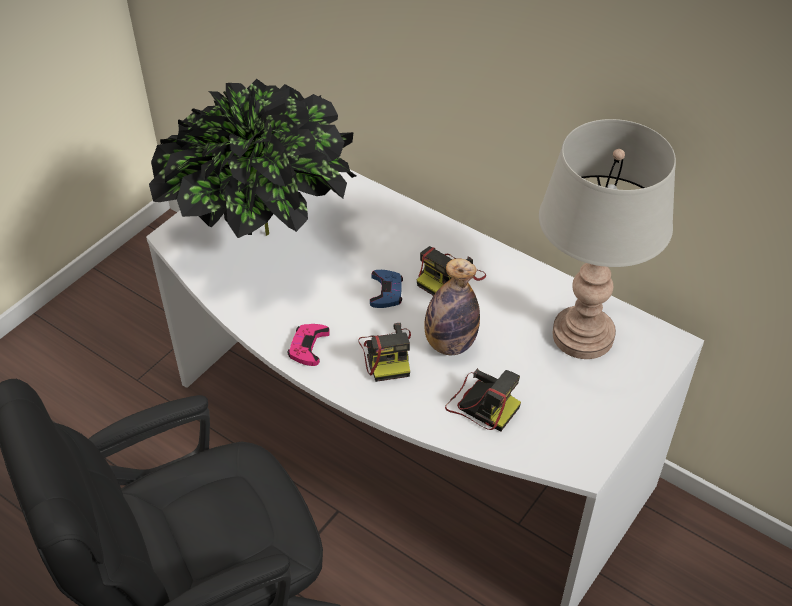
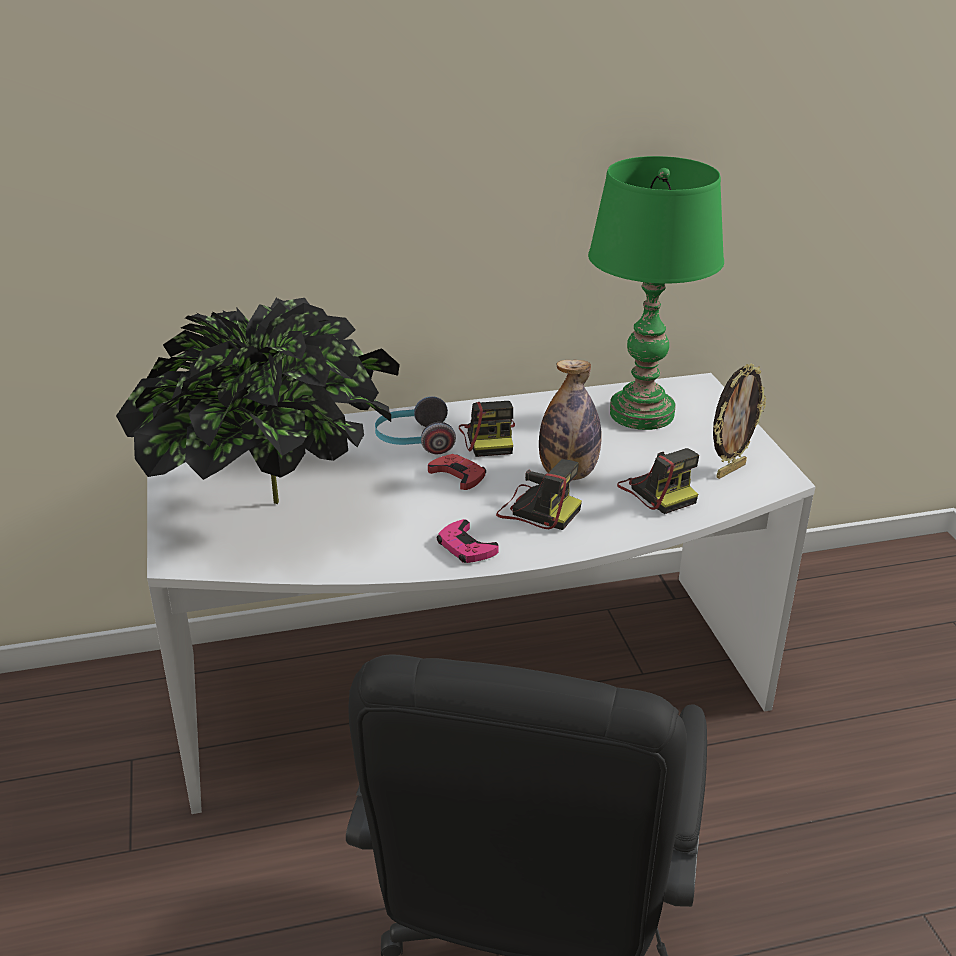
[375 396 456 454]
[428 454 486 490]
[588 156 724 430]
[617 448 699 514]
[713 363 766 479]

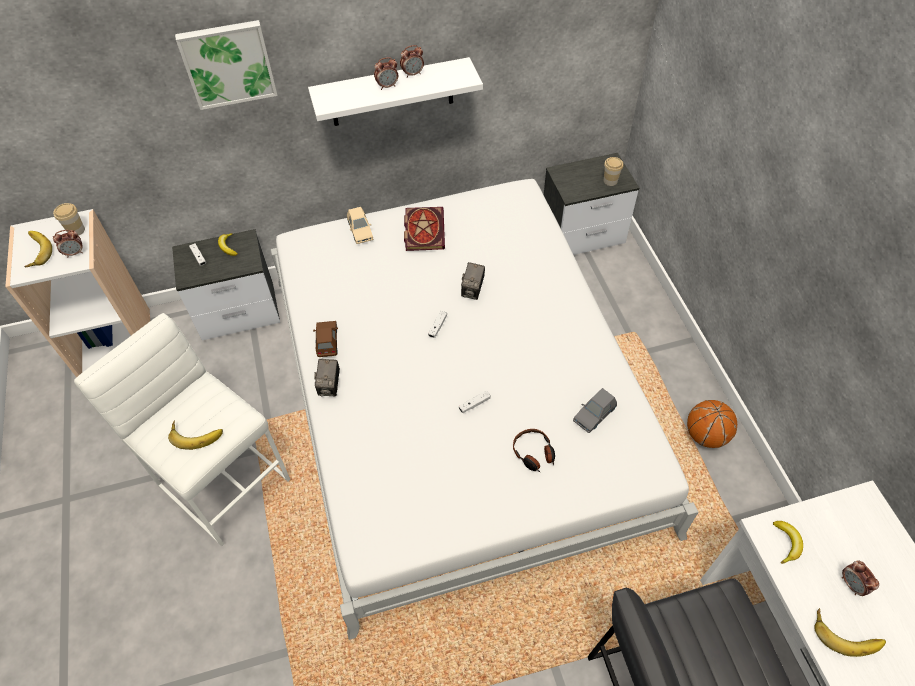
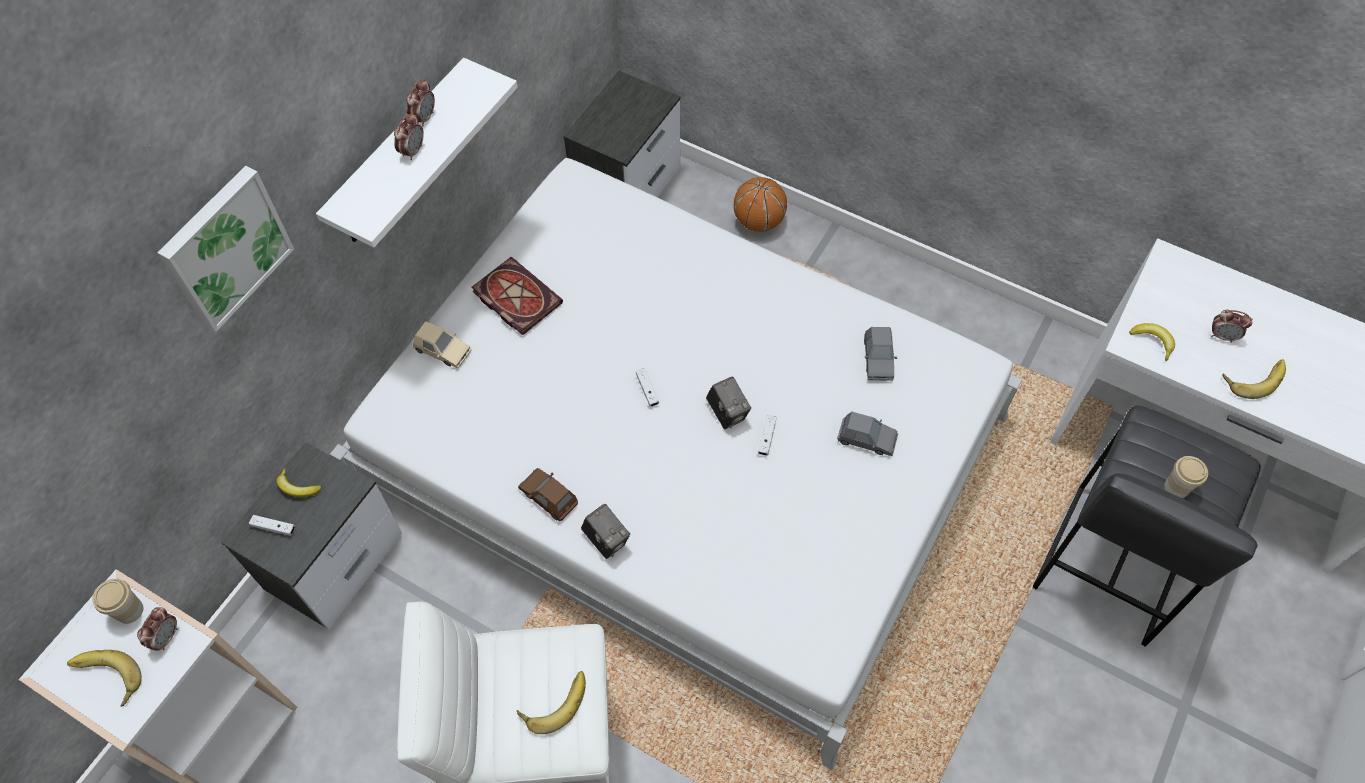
[706 376 751 429]
[734 177 787 232]
[837 412 898 456]
[1164 456 1208 498]

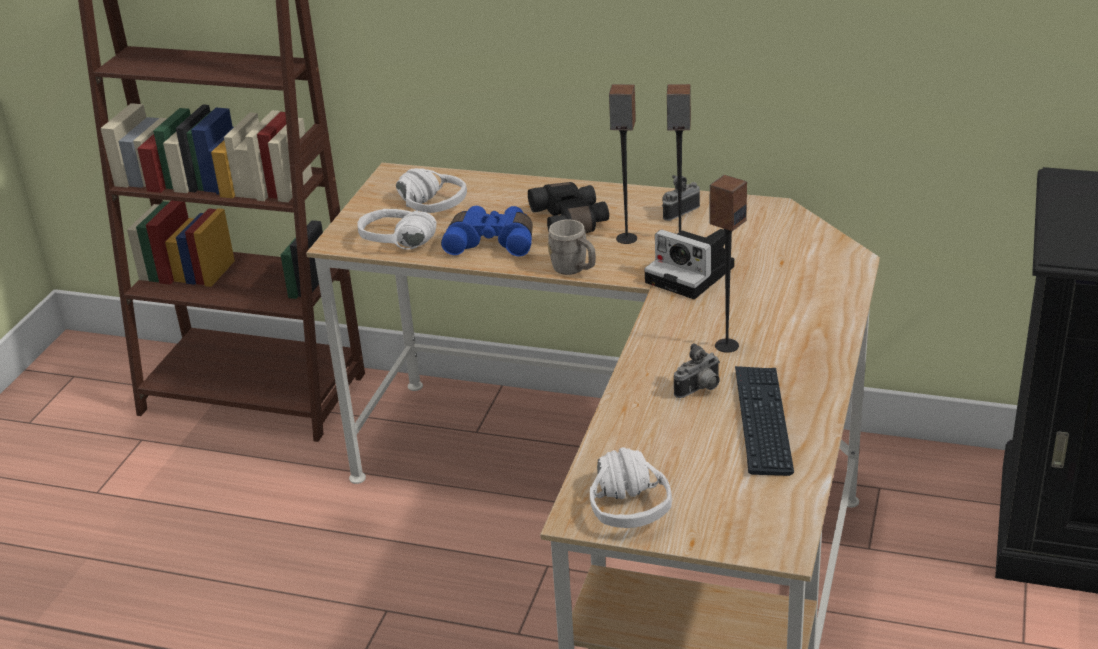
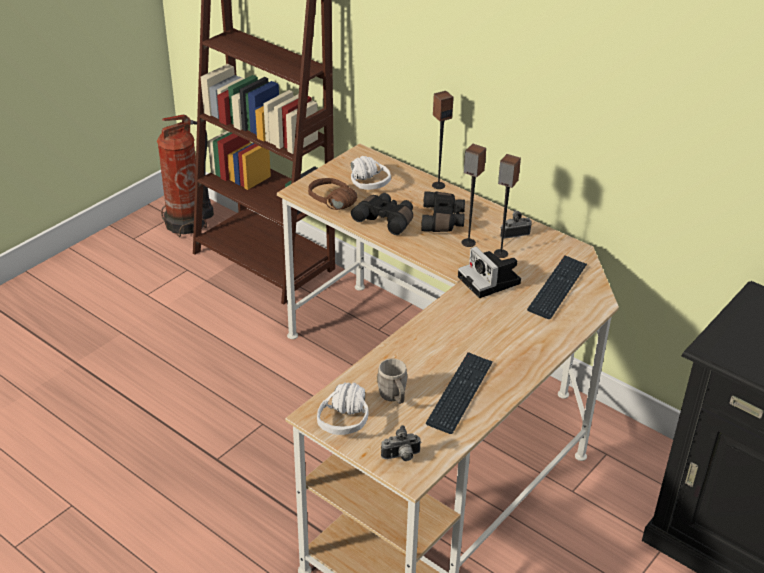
[157 115 214 237]
[308 178 357 210]
[351 193 413 235]
[377 358 407 404]
[381 425 422 461]
[432 91 454 189]
[527 255 587 319]

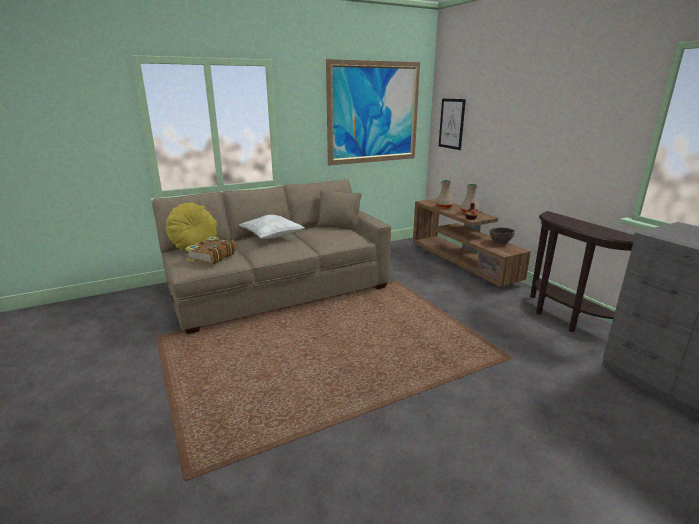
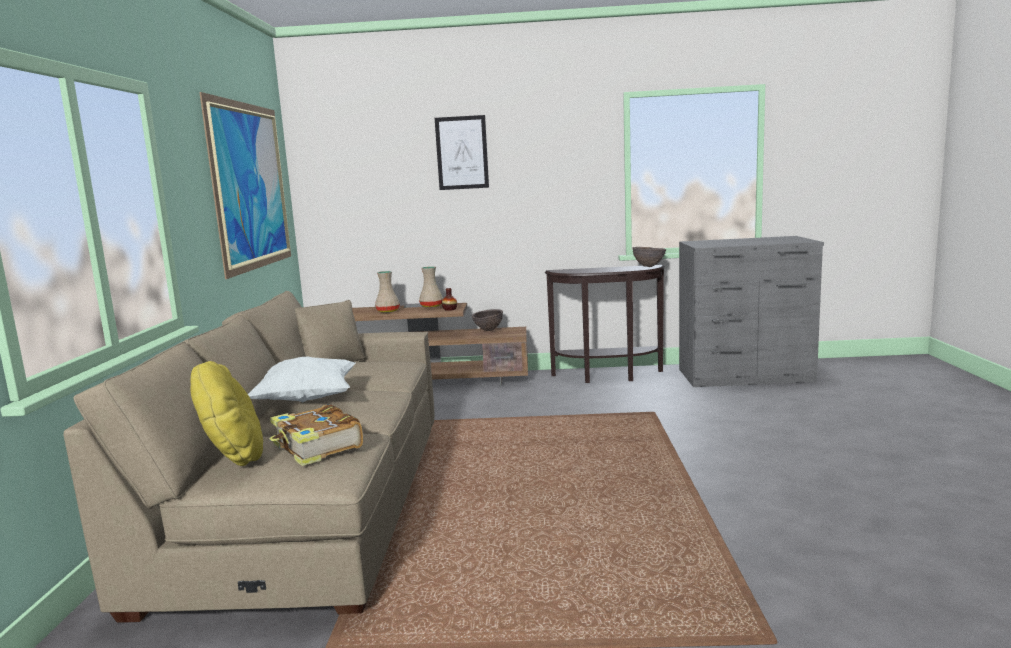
[435 115 489 190]
[633 247 666 267]

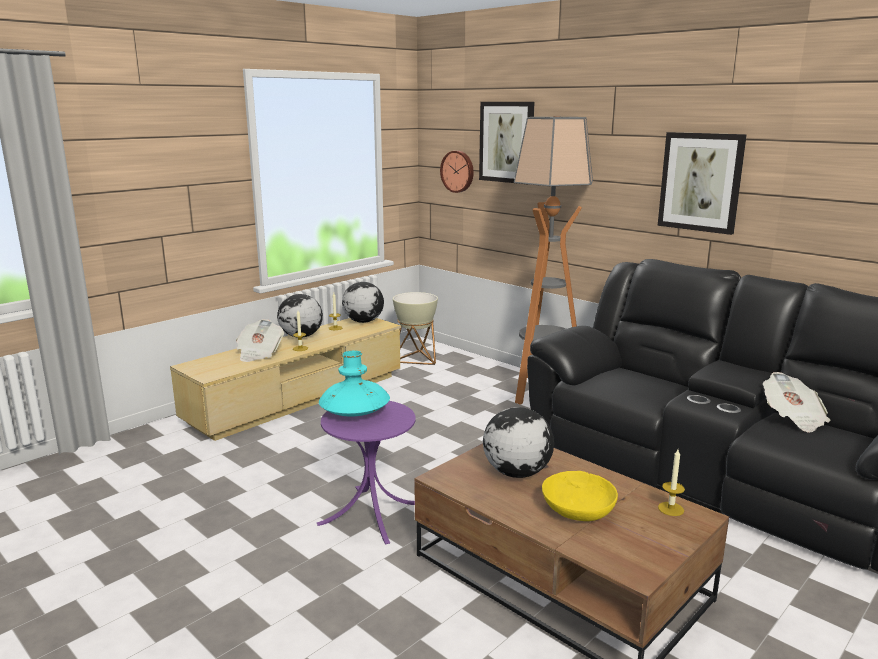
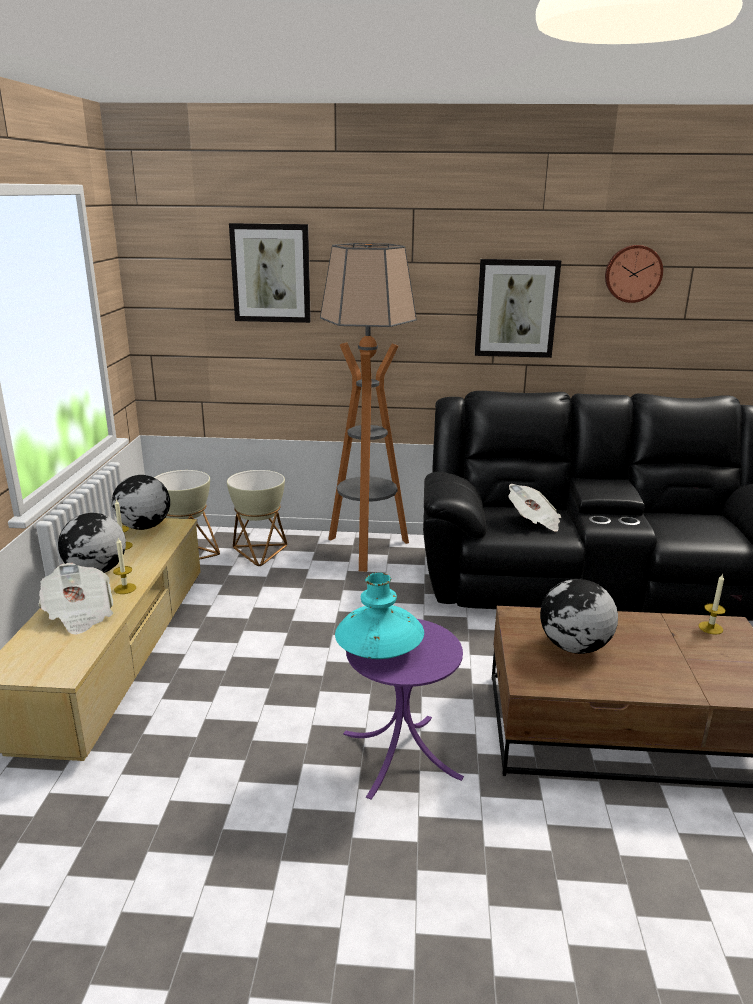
[227 470 287 566]
[508 484 561 532]
[605 245 663 303]
[542 471 618 521] (first image)

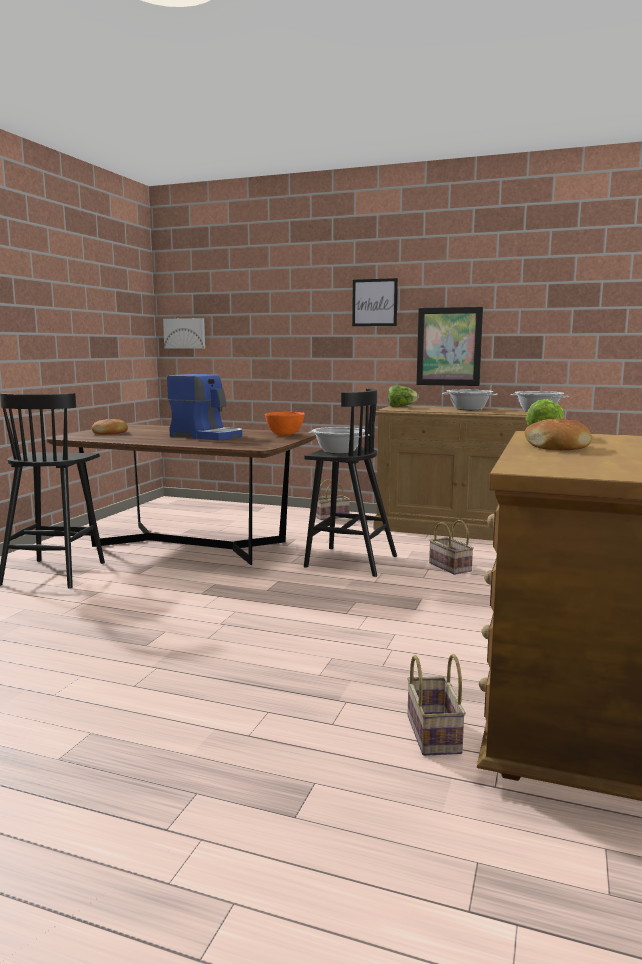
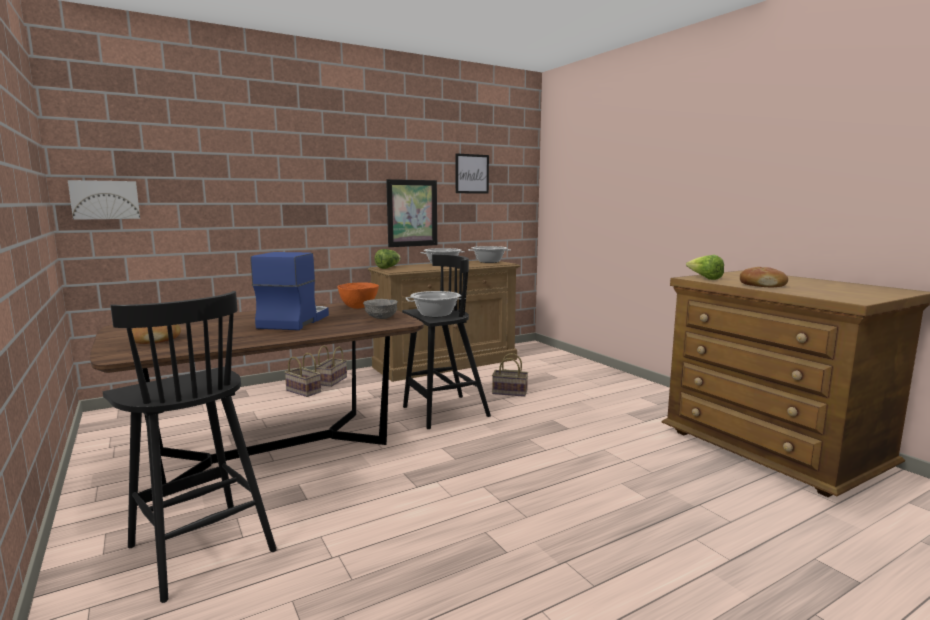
[250 252 329 330]
[284 353 321 397]
[363 299 398 319]
[456 153 489 194]

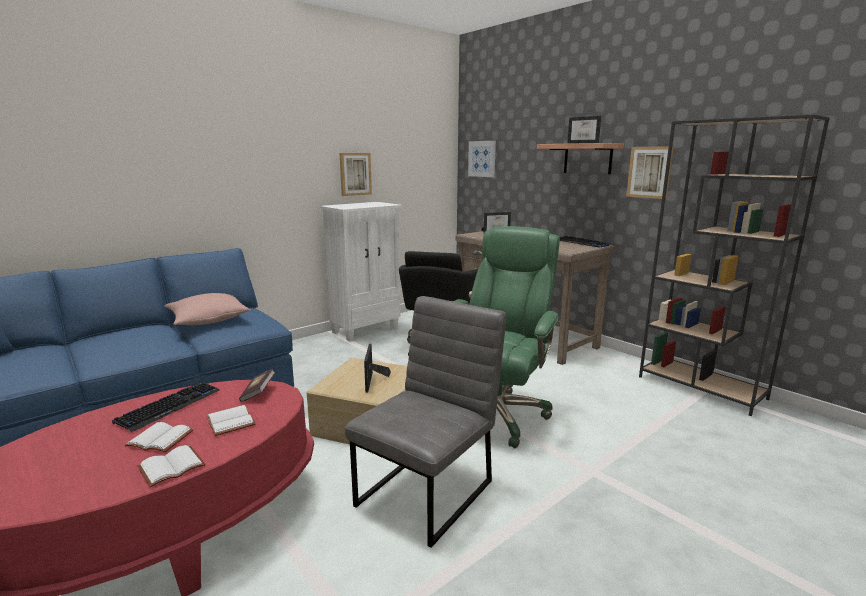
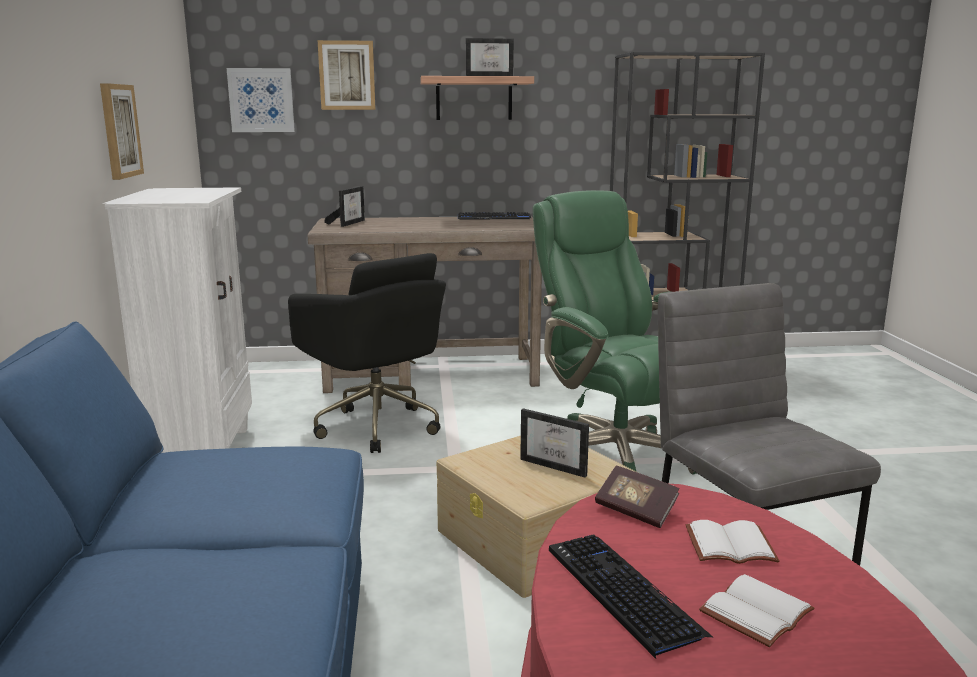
[318 40 376 110]
[137 445 205 487] (first image)
[164 293 251 325] (first image)

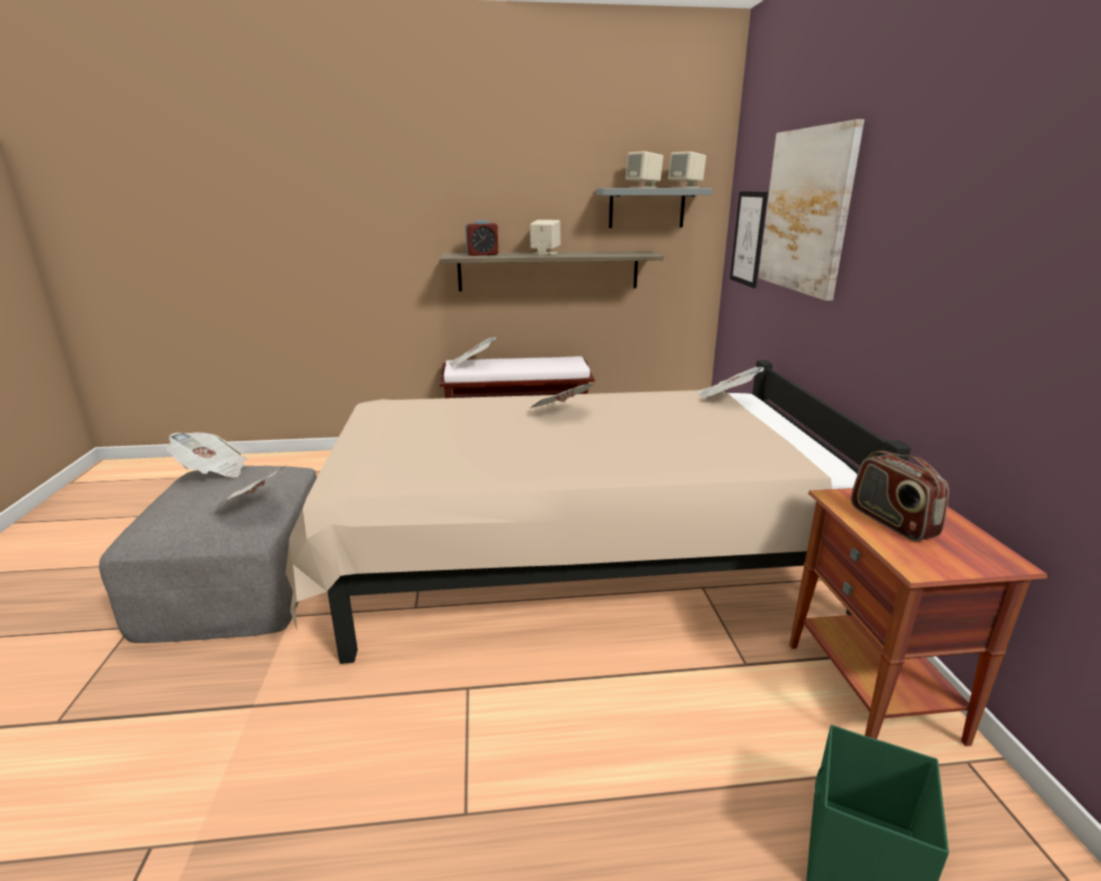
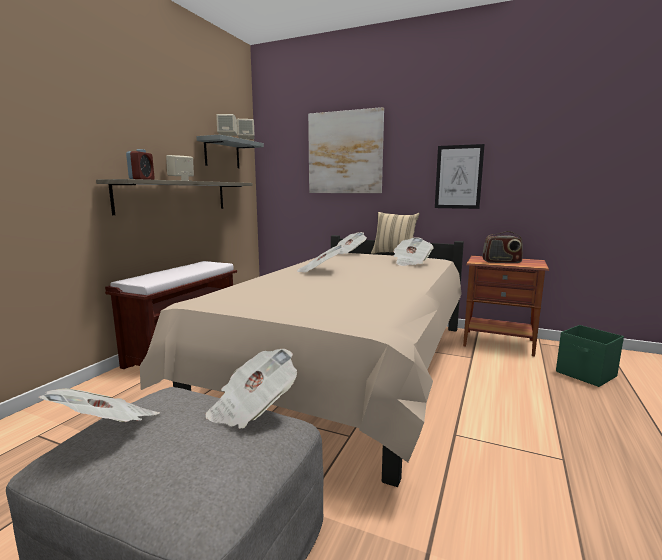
[371 212 420 254]
[393 237 433 266]
[435 144 485 209]

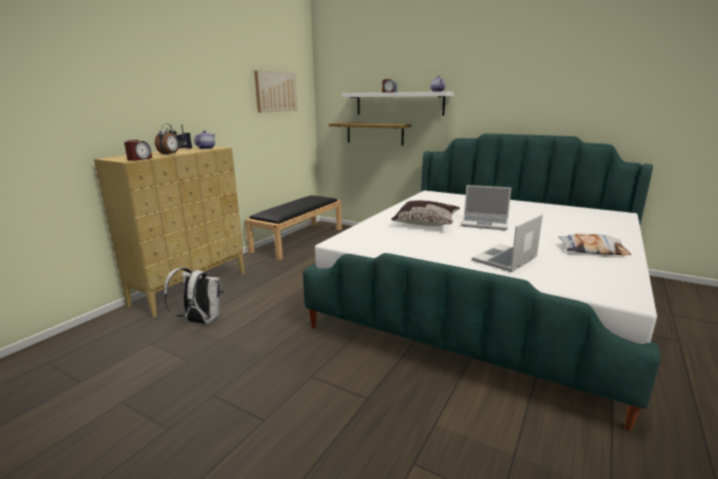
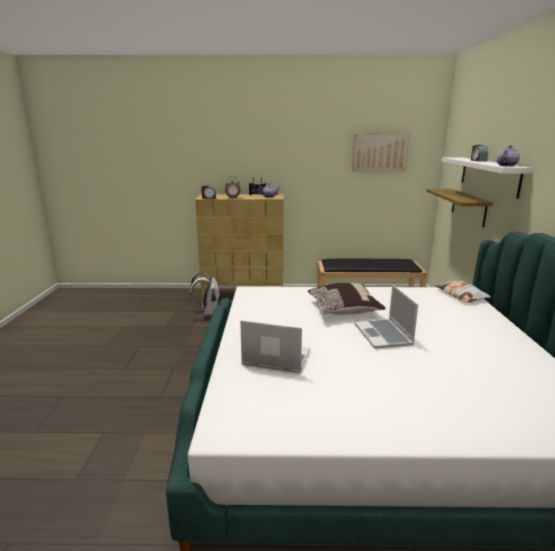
[436 280 491 303]

